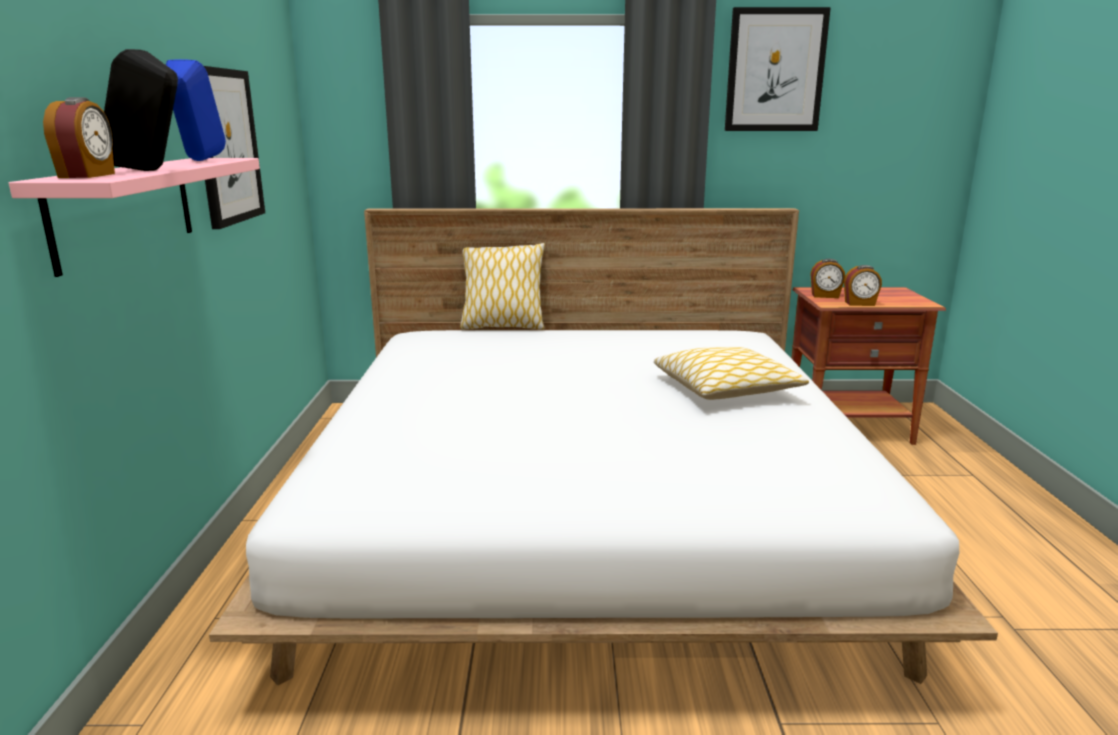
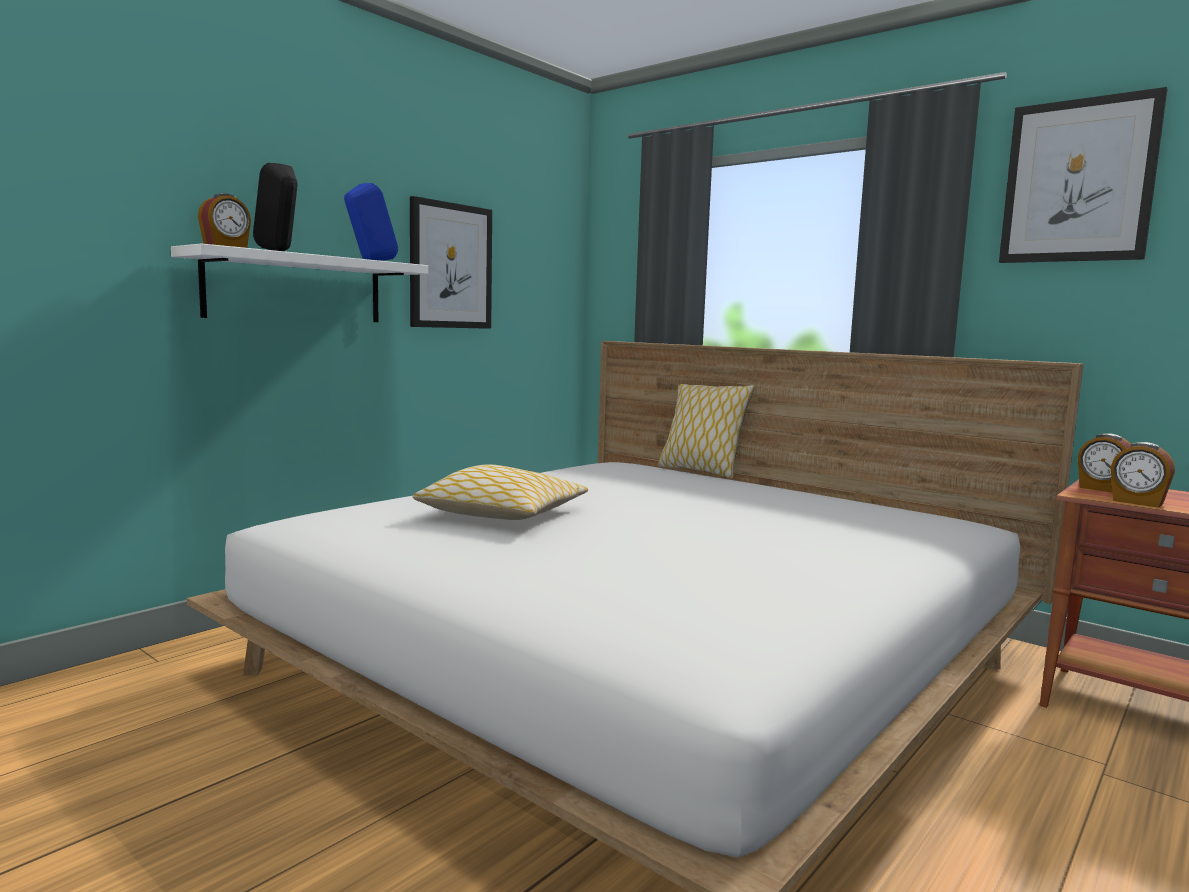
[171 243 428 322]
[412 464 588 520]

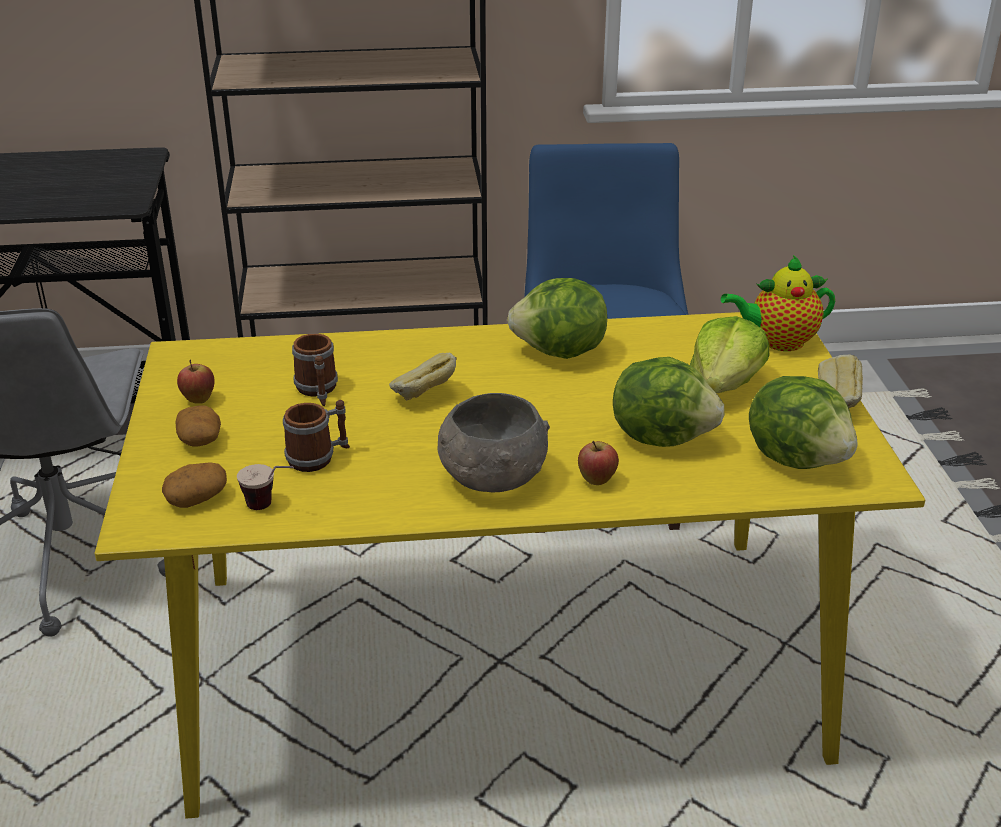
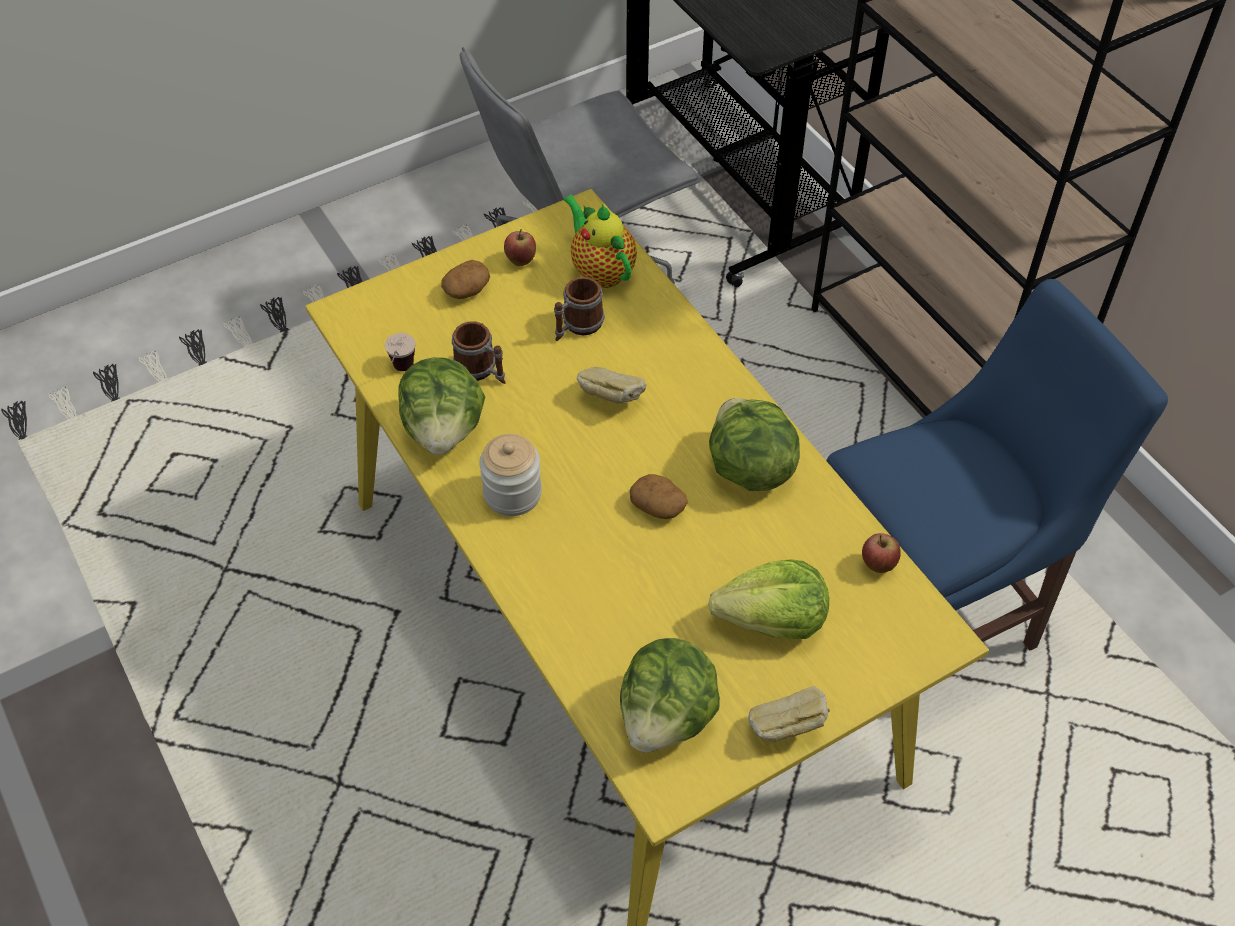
[399 357 485 454]
[479 434 542 516]
[563 194 637 288]
[630 474 688 519]
[862 533 901 573]

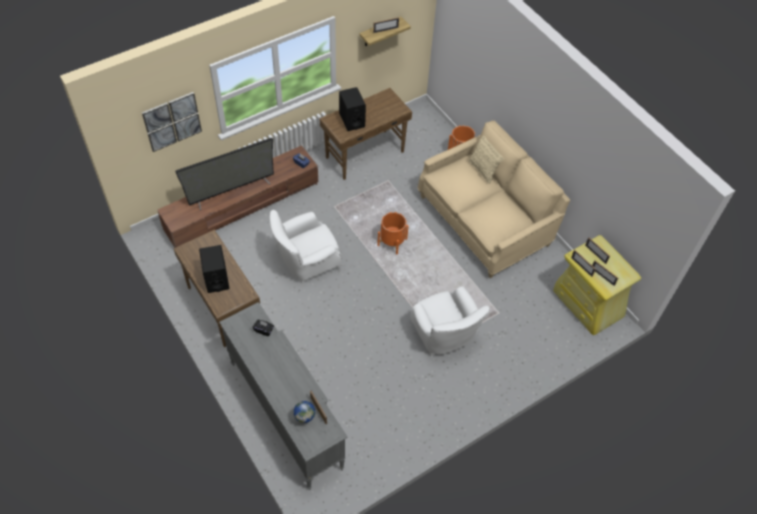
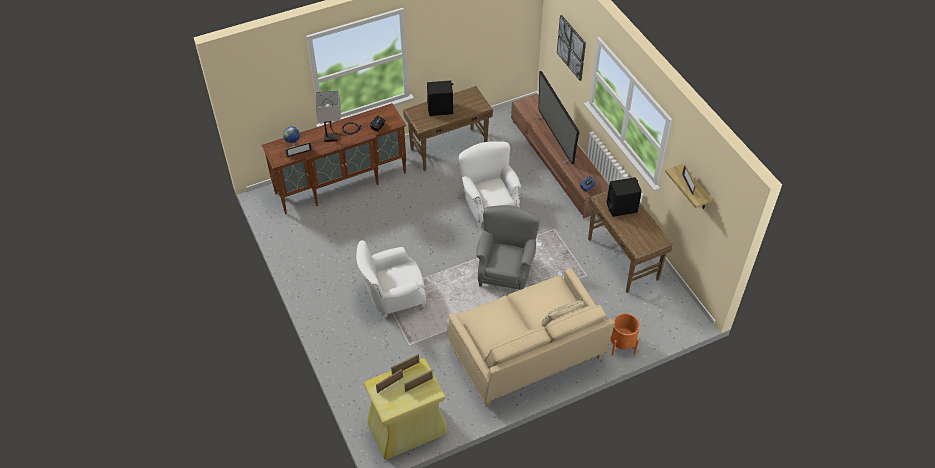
[261 103 407 214]
[315 90 361 142]
[476 205 540 290]

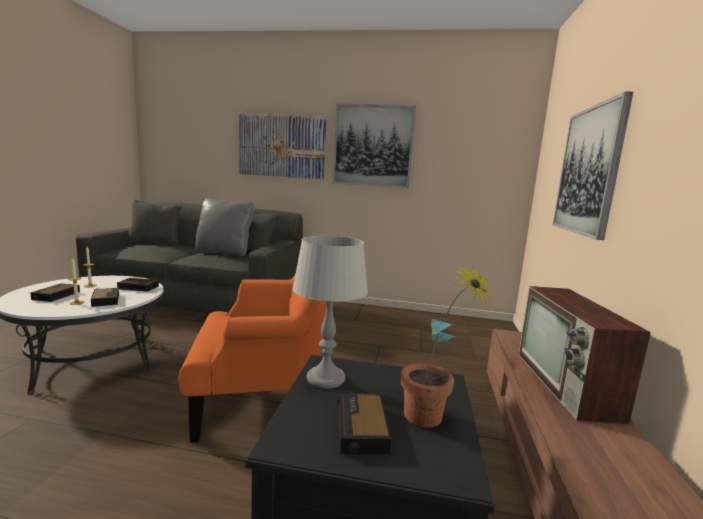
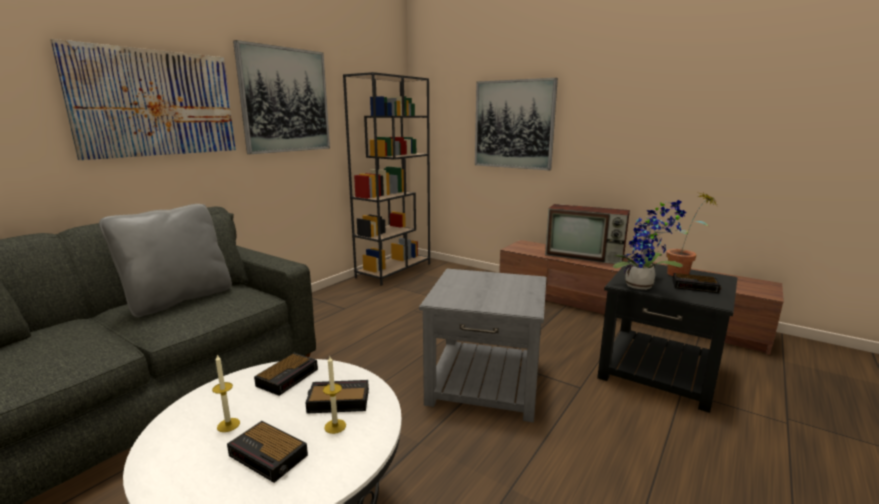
[343 72 430 286]
[419 269 546 422]
[613 200 686 290]

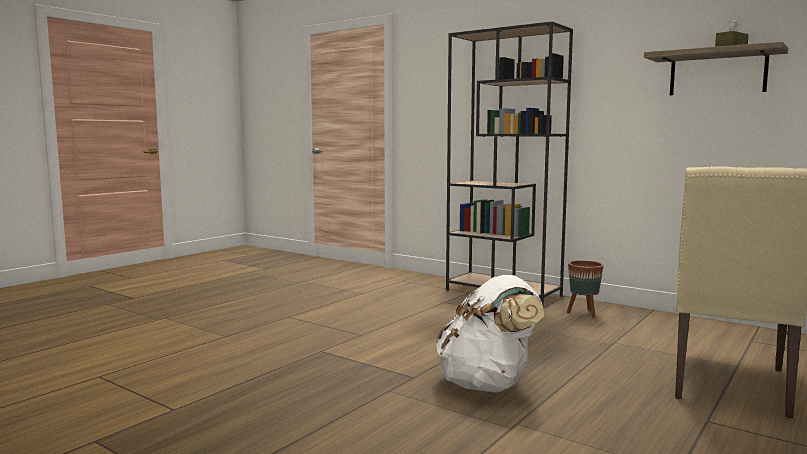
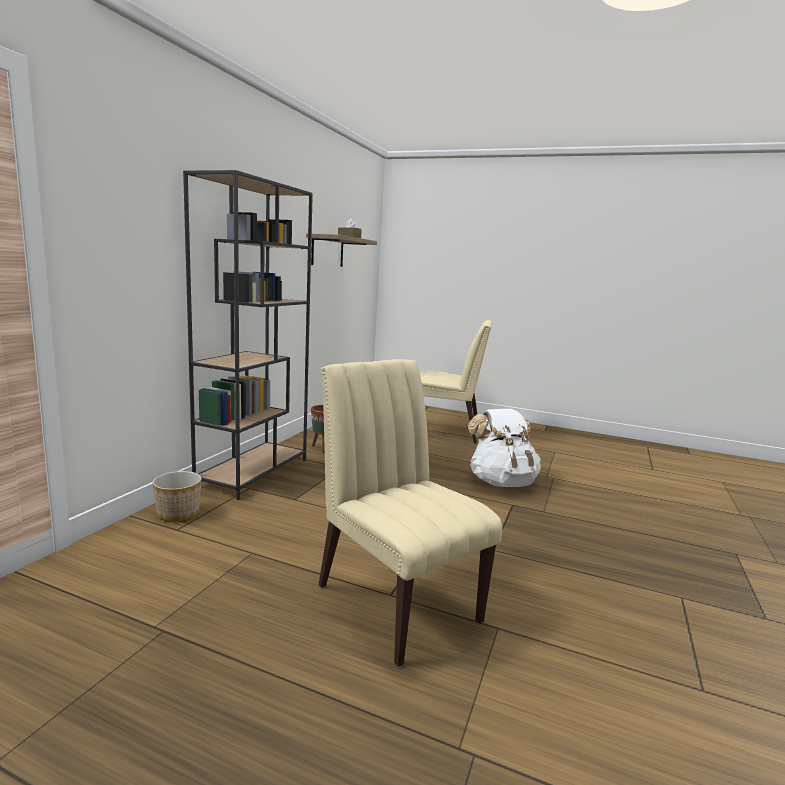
[152 471 202 522]
[319 359 502 667]

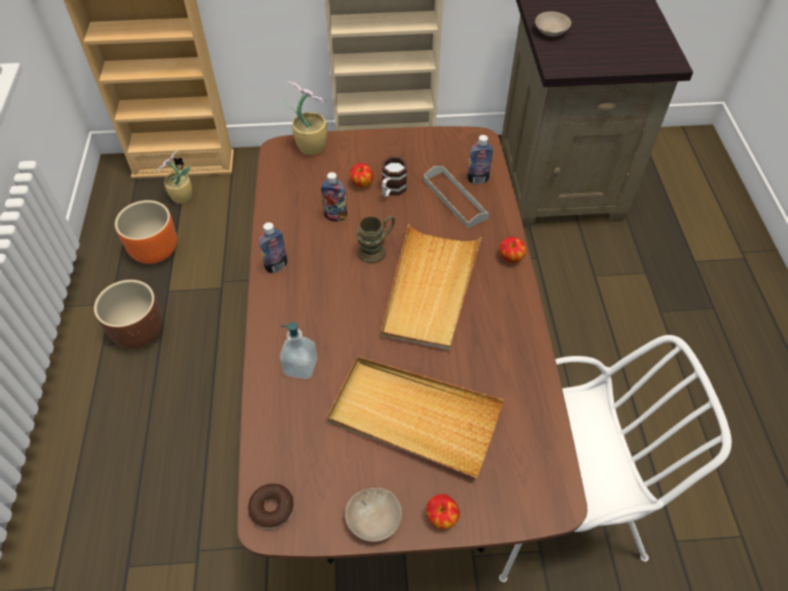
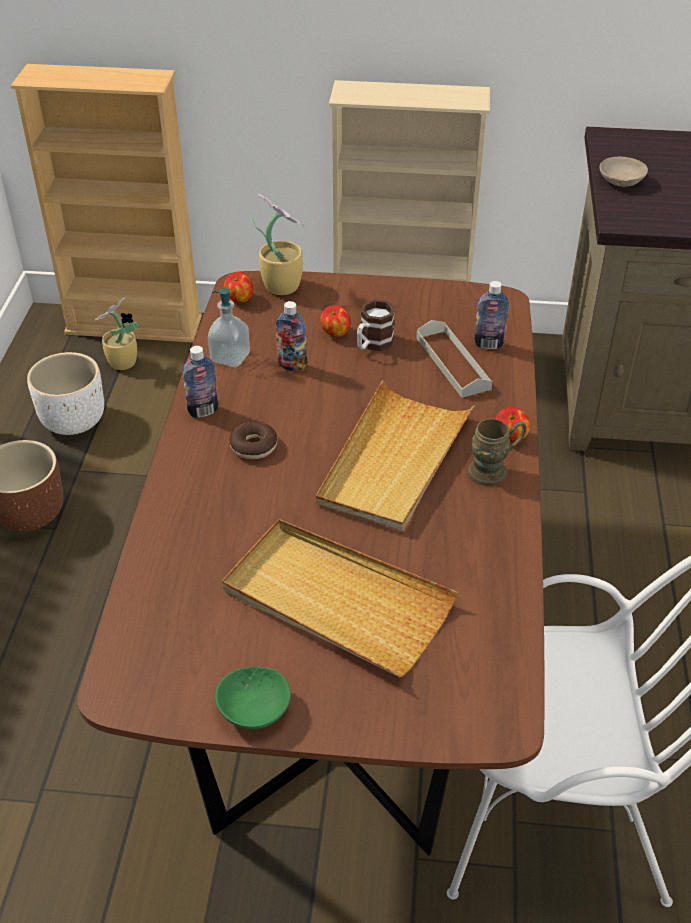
[27 352 104 435]
[208 288 250 367]
[215 667 291 729]
[224 272 253 303]
[229 421 277 459]
[467 419 526 486]

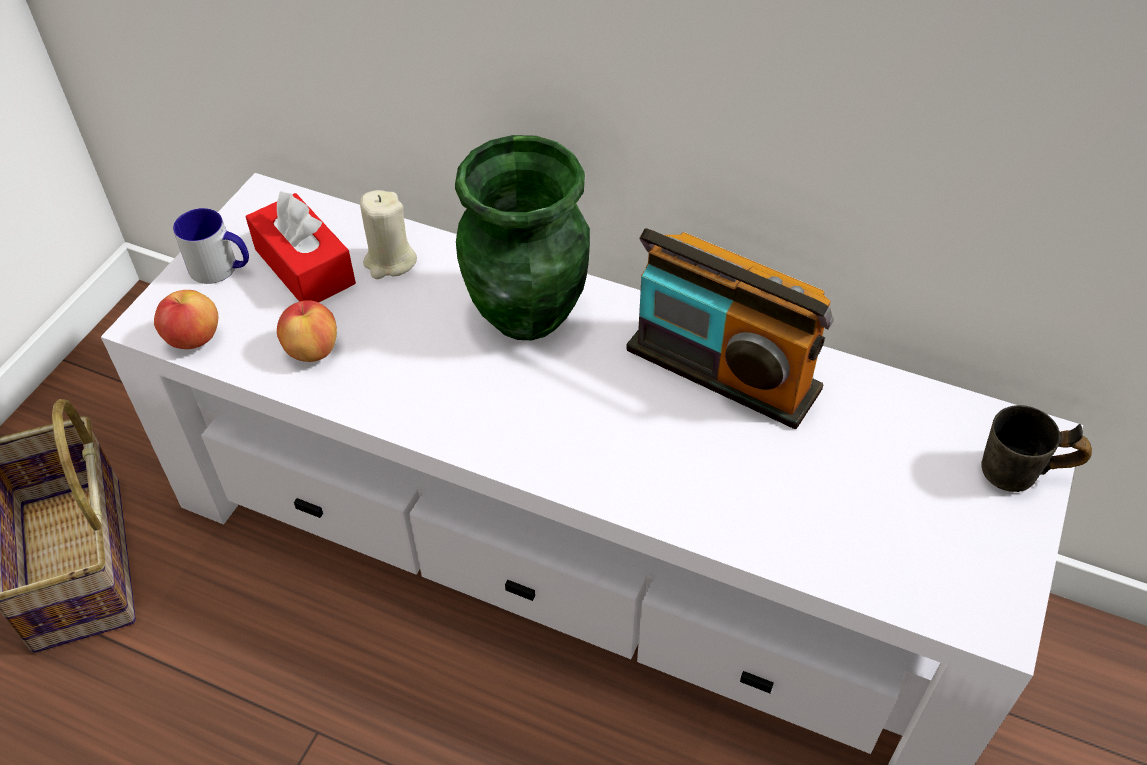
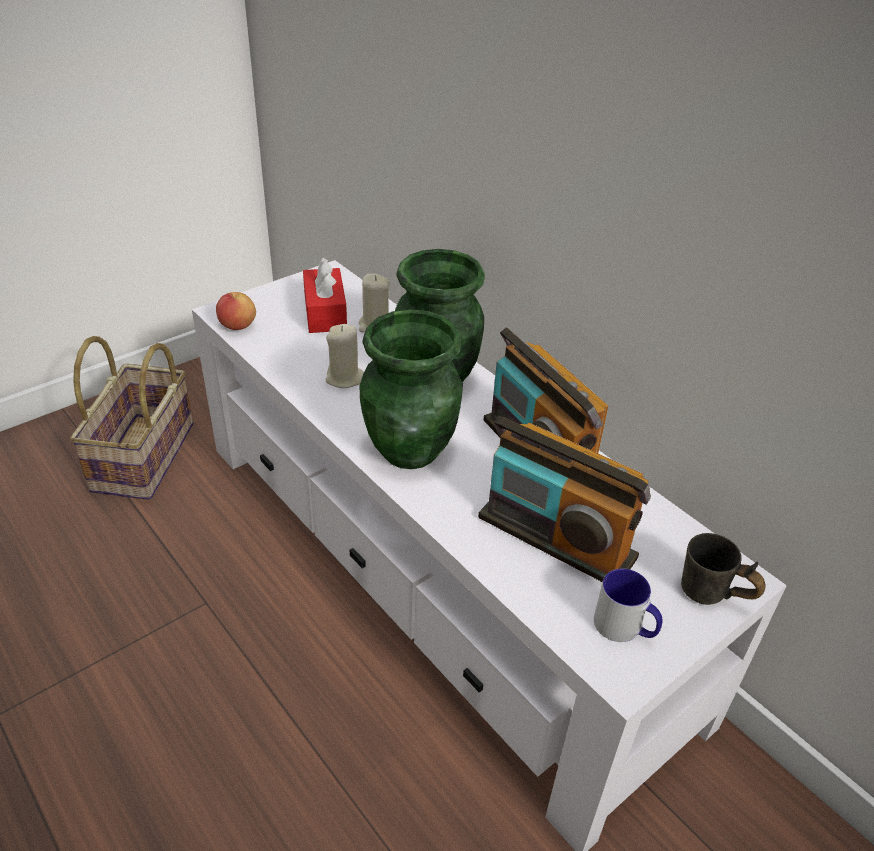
[325 324 364 388]
[360 309 463 469]
[478 416 651 582]
[594 569 662 642]
[277 300 337 362] (first image)

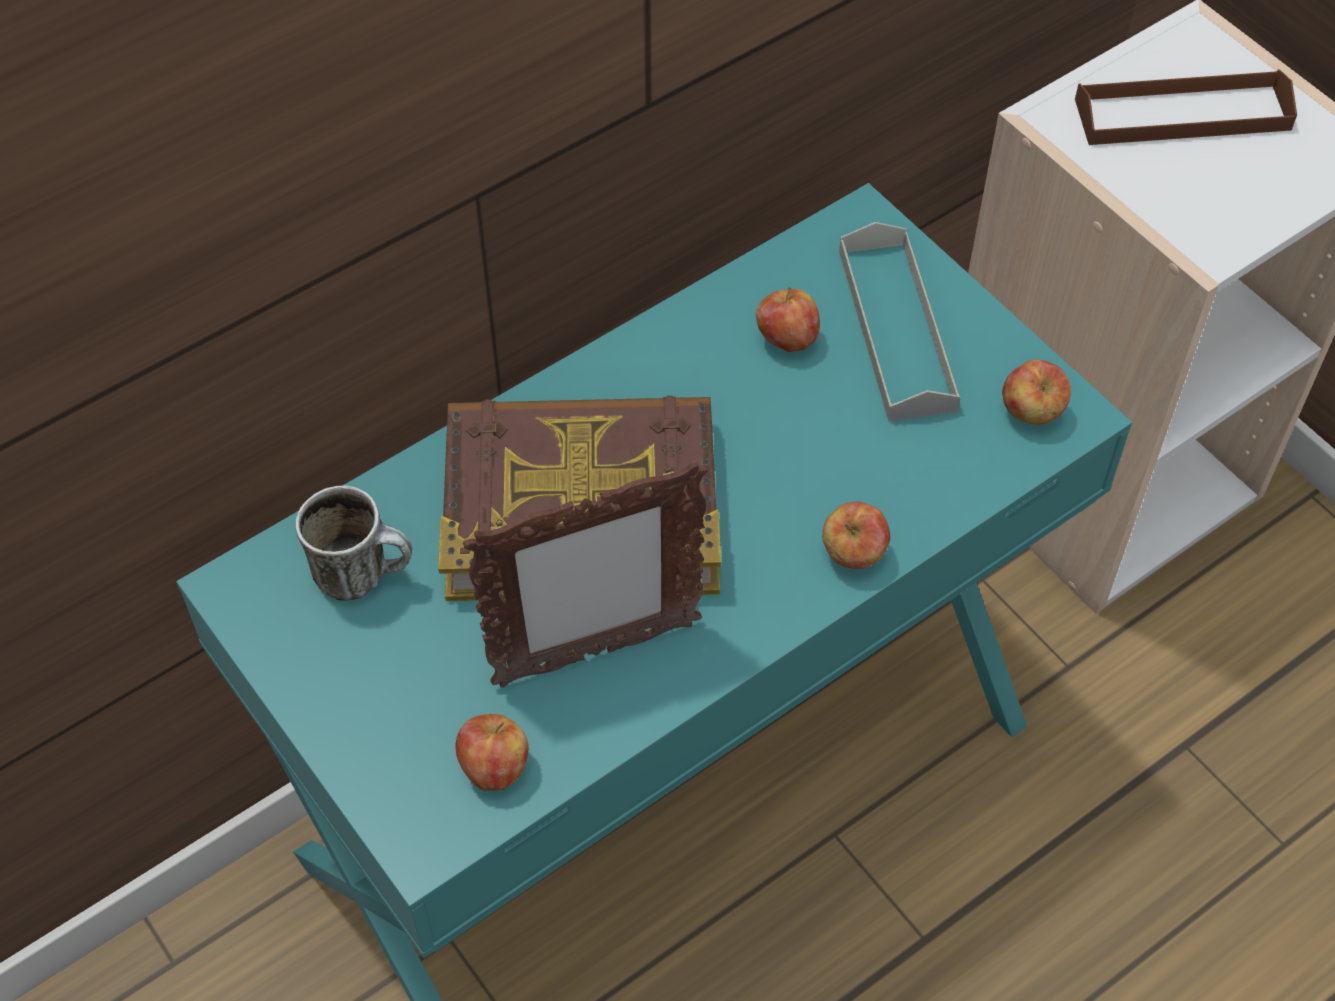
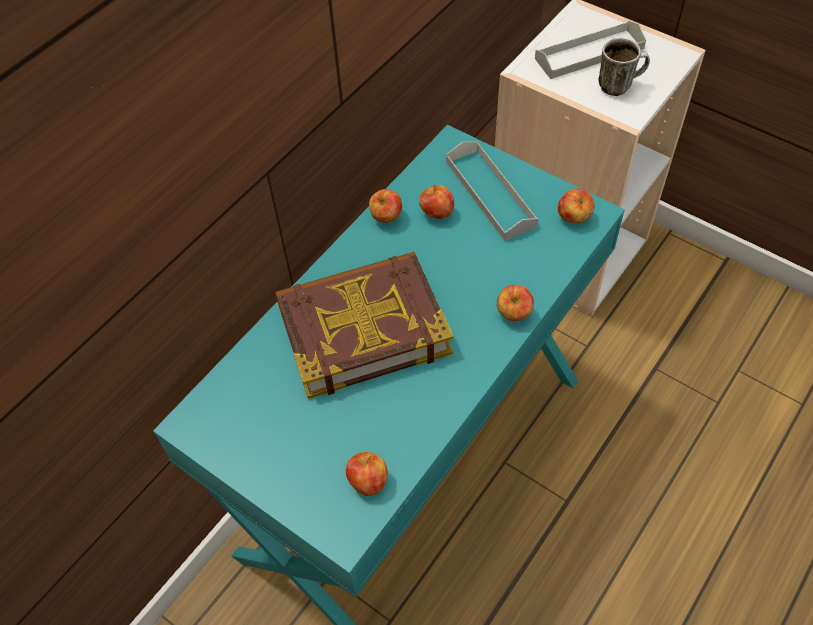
[369 189 402 223]
[535 21 646 79]
[598 38 650 96]
[463 461 708 688] (first image)

